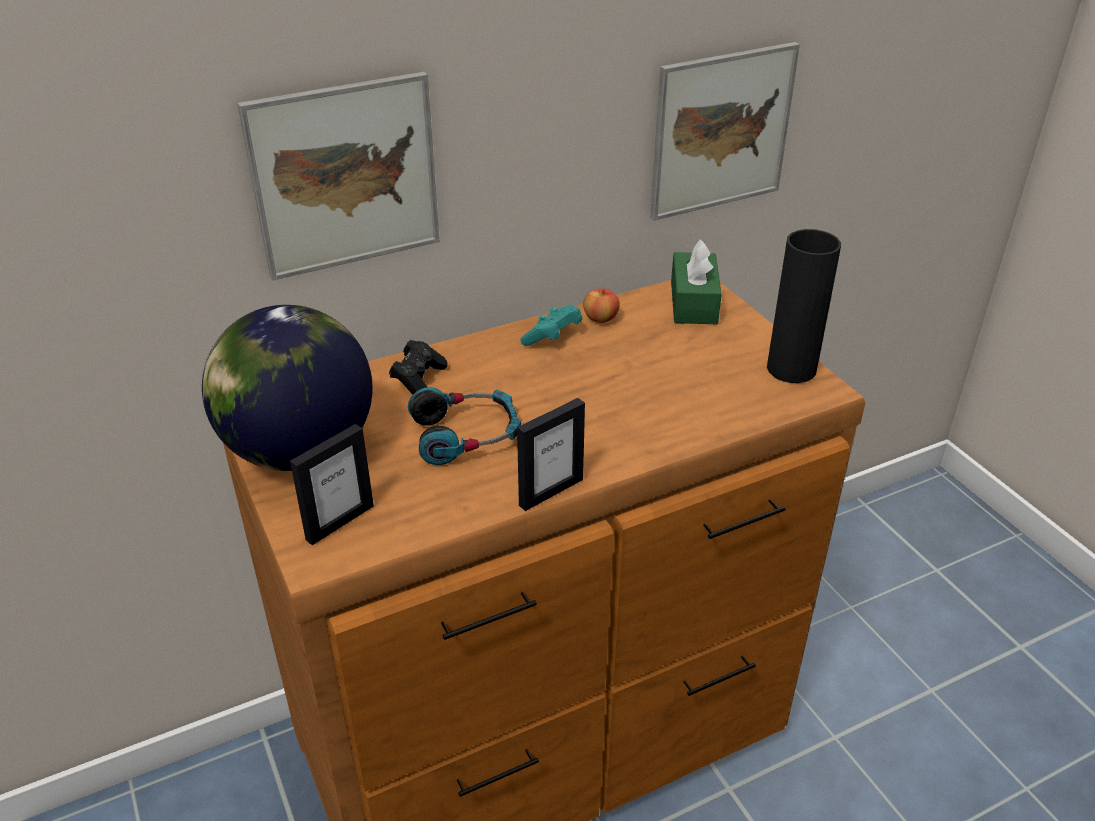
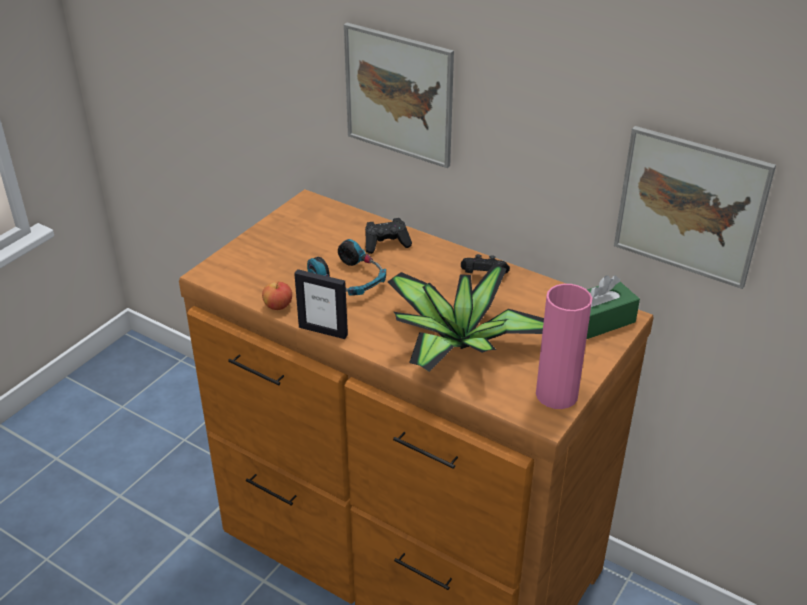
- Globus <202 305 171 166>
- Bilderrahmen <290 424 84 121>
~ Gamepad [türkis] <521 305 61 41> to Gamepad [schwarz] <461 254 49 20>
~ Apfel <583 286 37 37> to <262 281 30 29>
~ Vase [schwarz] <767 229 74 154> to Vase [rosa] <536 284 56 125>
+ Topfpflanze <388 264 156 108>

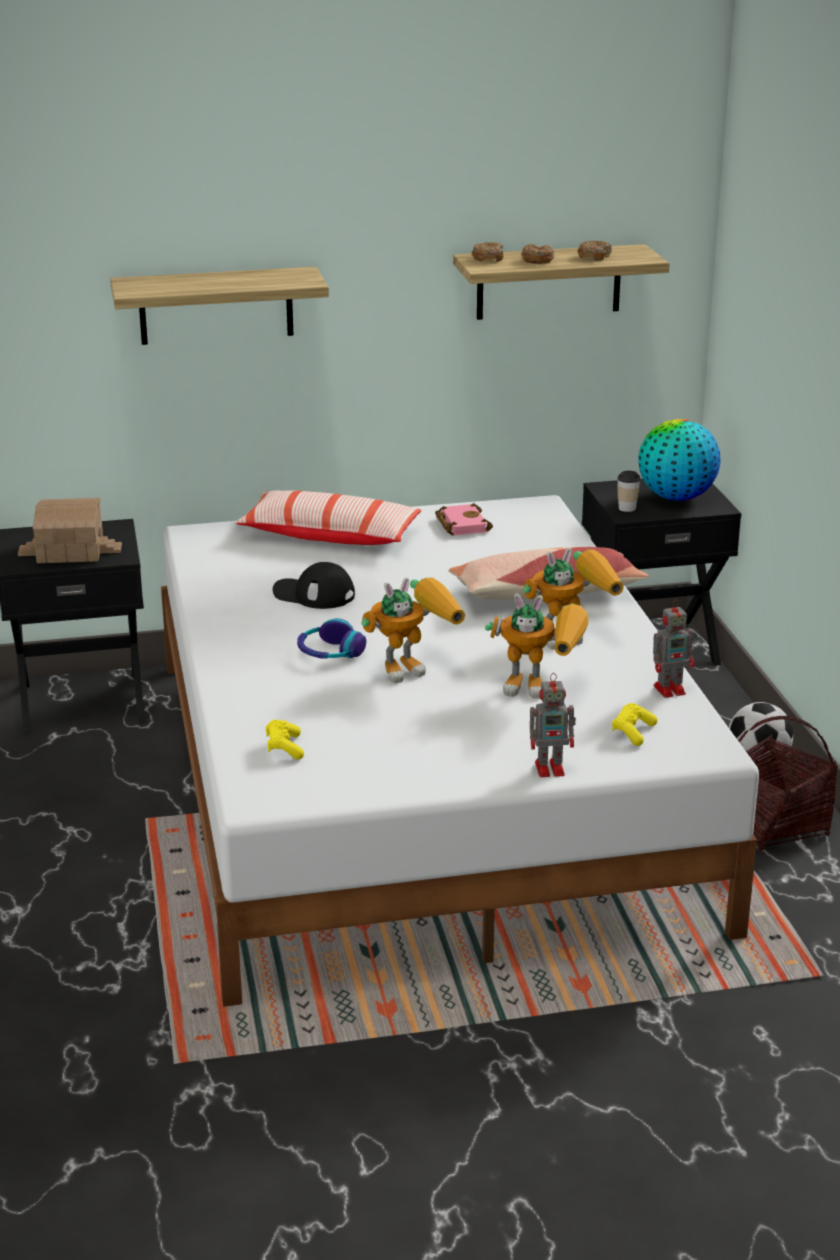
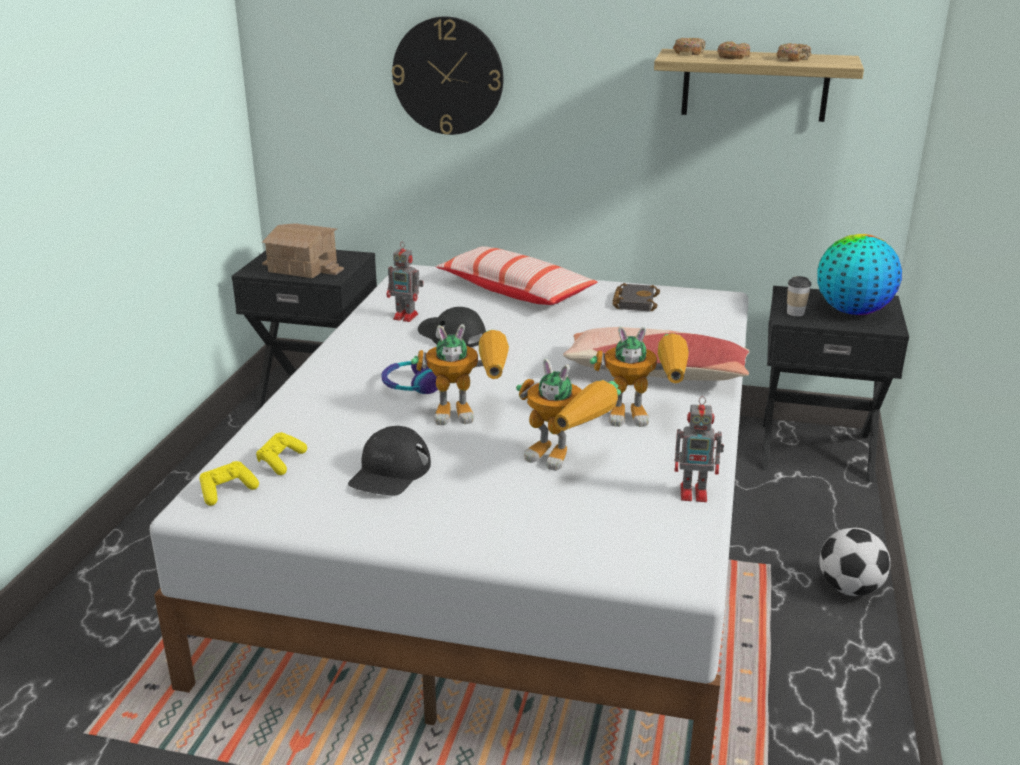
~ Wandregal <110 267 219 78> to Wanduhr <392 16 112 119>
~ Buch [rosa] <435 503 58 32> to Buch [schwarz] <612 283 48 29>
~ Spielzeugroboter <530 673 46 104> to <387 242 36 80>
~ Gamepad [gelb] <612 703 45 43> to <199 461 60 45>
- Korb <738 716 100 135>
+ Kappe [schwarz] <348 426 83 70>

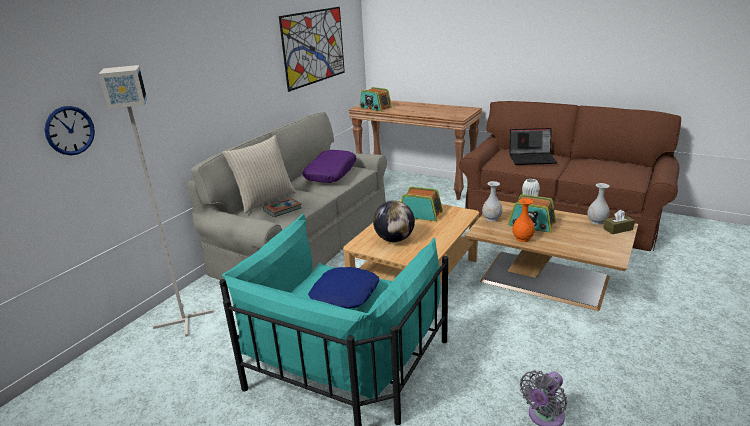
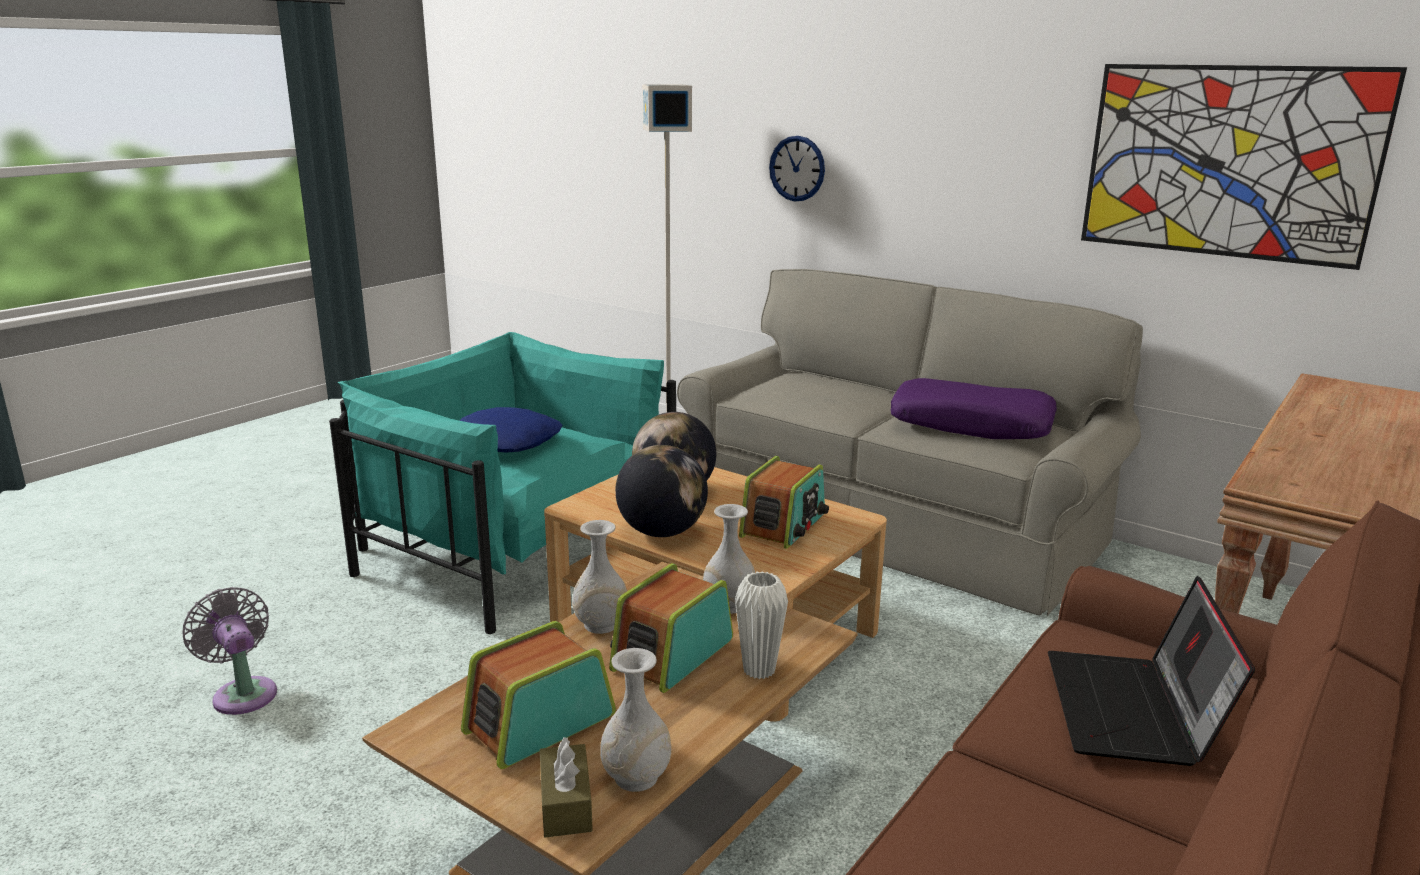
~ Wanduhr <44 106 51 49> to <769 136 56 65>
- Kissen [beige] <223 135 73 78>
- Buch <263 198 39 19>
~ Radio <360 87 32 24> to <461 621 155 148>
~ Vase [orange] <512 199 23 43> to Vase [weiß] <572 520 55 114>
+ Globus <615 445 93 92>

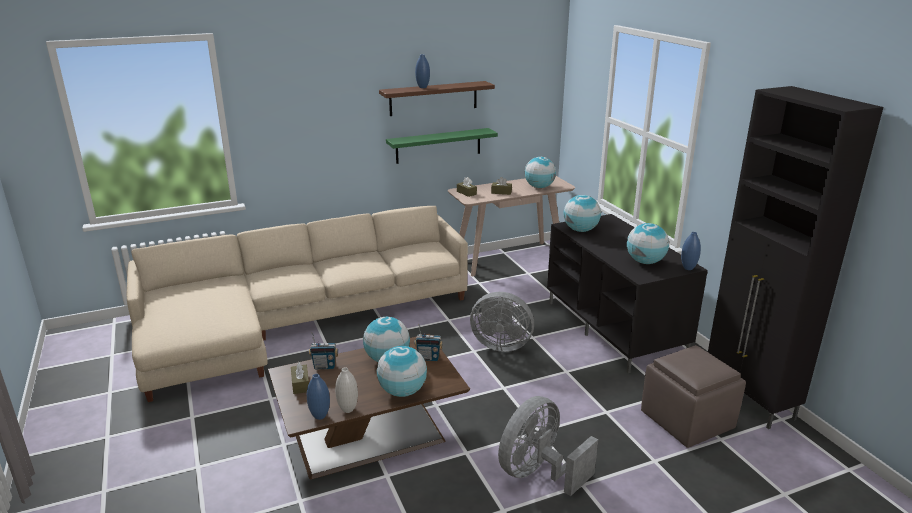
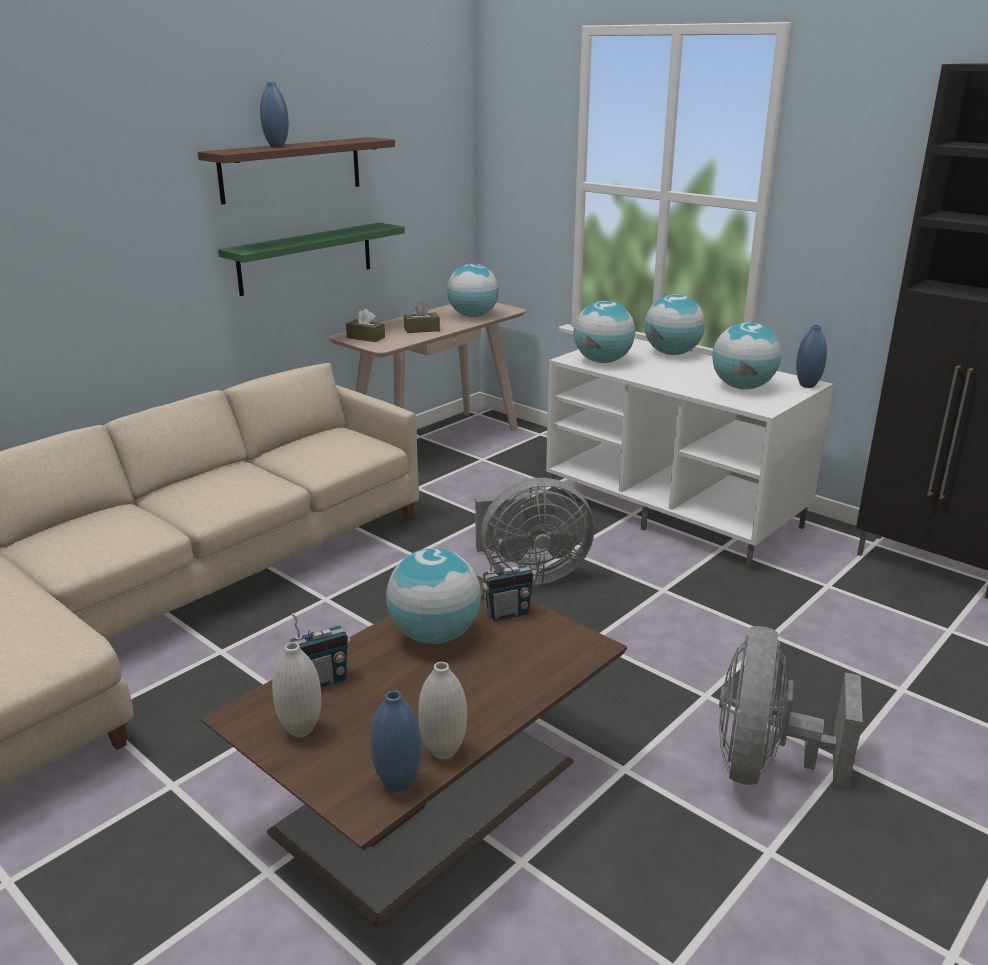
~ Taschentuchbox [braun] <291 362 18 32> to Vase [weiß] <272 642 49 95>
~ Globus <377 346 50 51> to <644 294 61 61>
~ Fernsehschrank [schwarz] <547 214 161 159> to Fernsehschrank [weiß] <546 338 287 232>
- Polsterhocker [braun] <641 345 105 103>

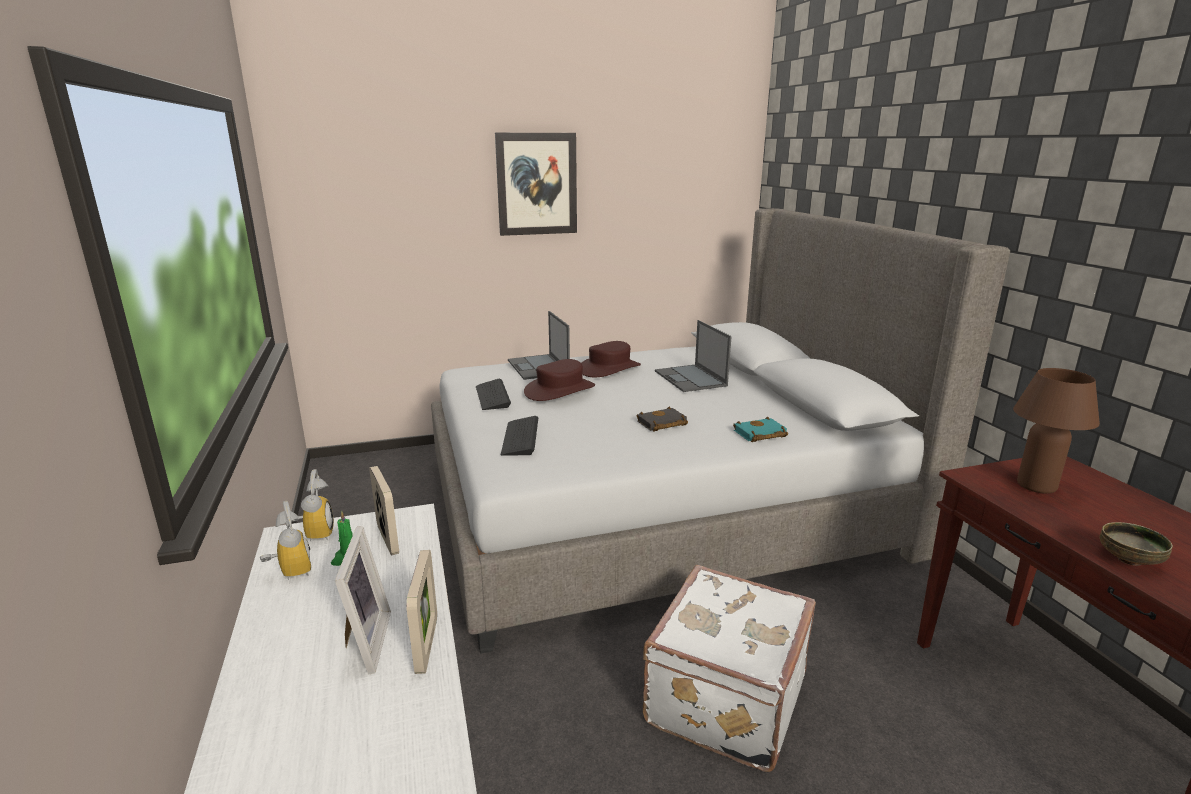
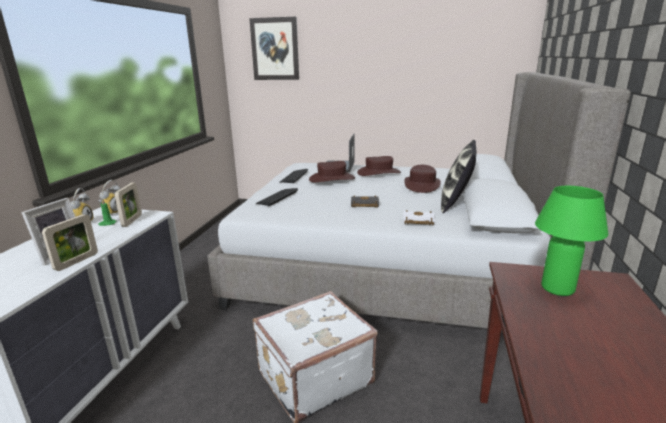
~ Bild <495 133 82 103> to <249 17 50 63>
~ Laptop <655 320 77 72> to Hut [braun] <404 165 37 28>
~ Buch [türkis] <733 417 55 25> to Buch [weiß] <403 210 32 16>
~ Tischlampe [braun] <1013 368 87 126> to Tischlampe [grün] <535 186 73 110>
- Schüssel <1100 522 73 44>
+ Kissen <441 140 35 73>

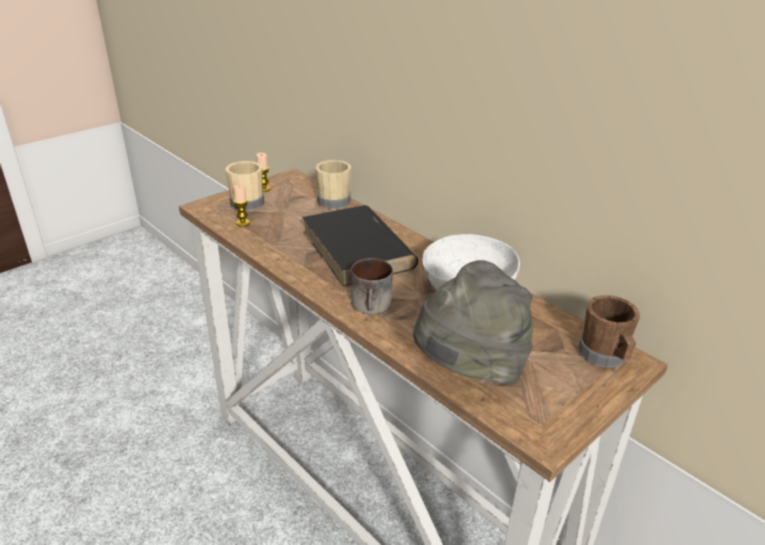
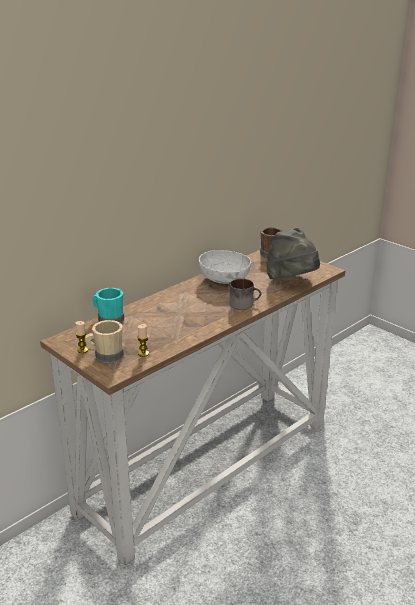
- Buch [schwarz] <302 205 116 82>
~ Henkelbecher [beige] <315 160 36 49> to Henkelbecher [türkis] <92 288 32 35>

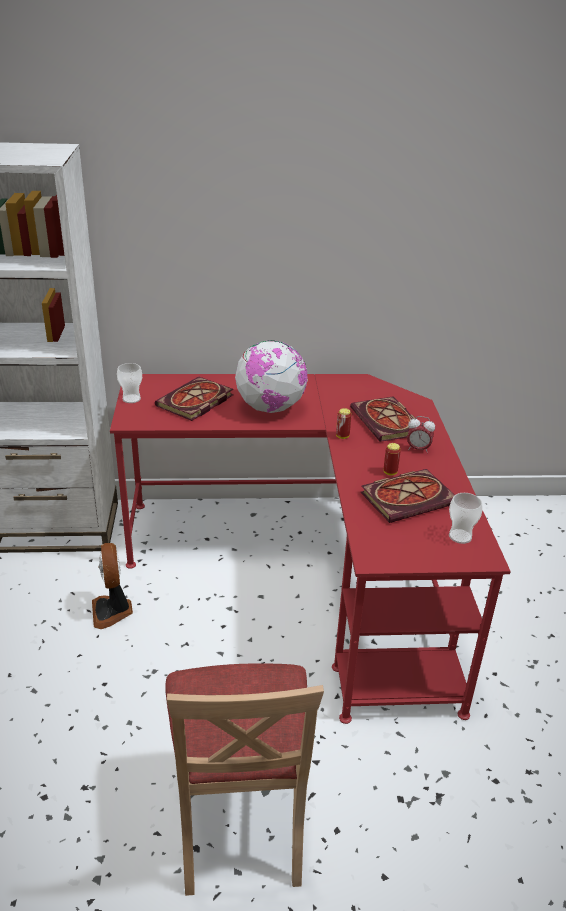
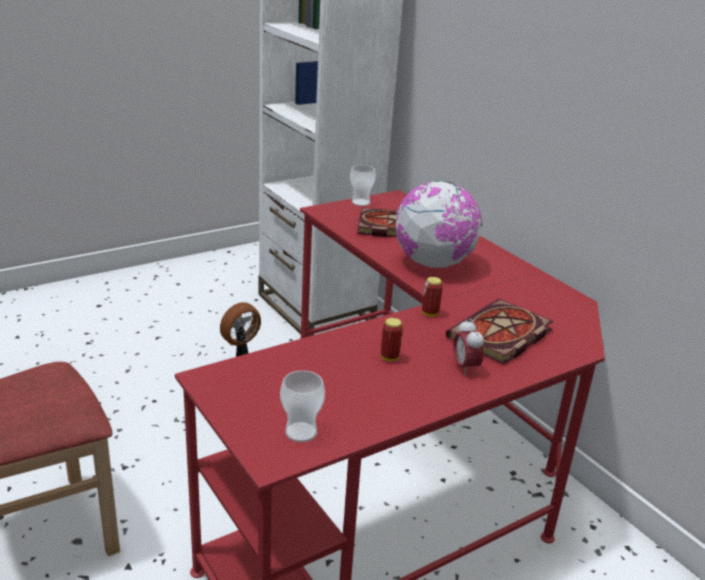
- Buch <361 469 94 54>

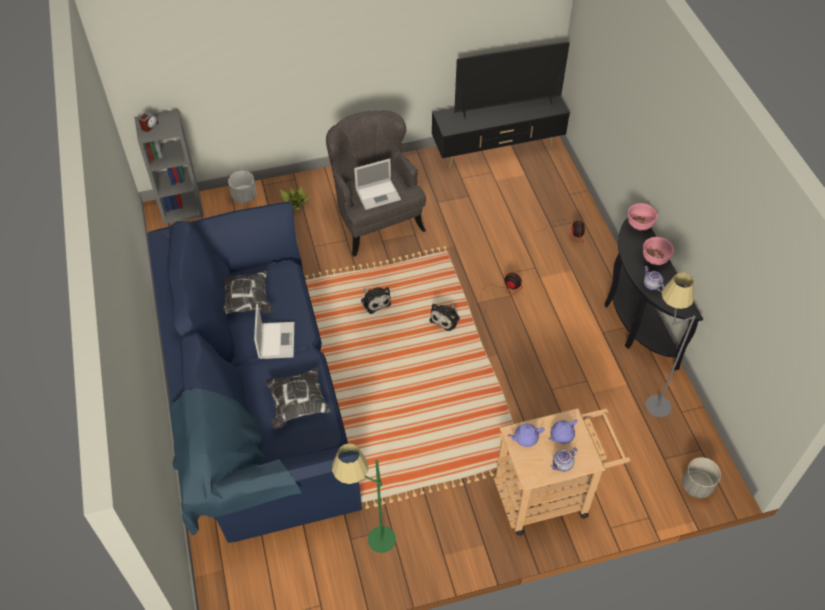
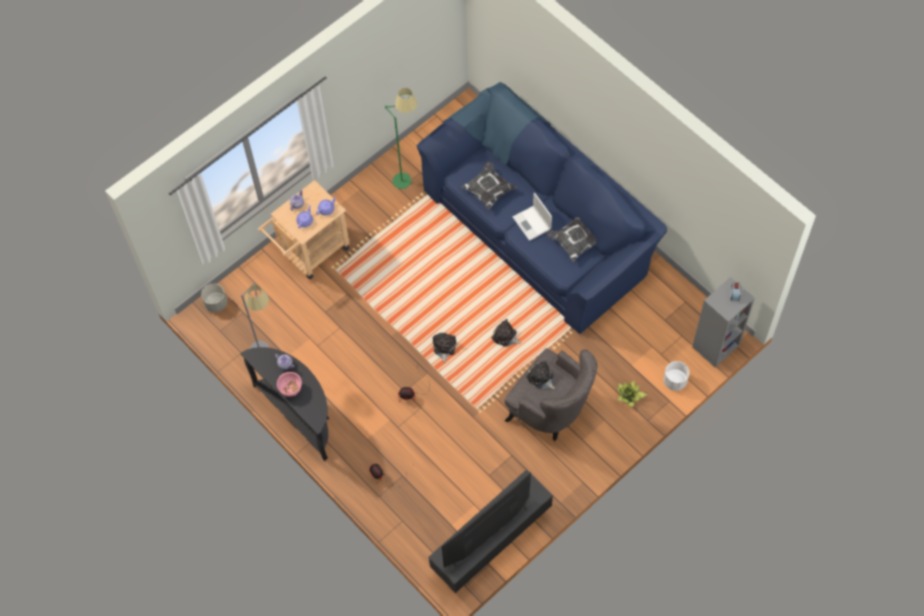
~ Laptop <354 158 47 52> to Plüschtier <526 360 29 29>
- Schüssel [rosa] <628 203 30 27>

